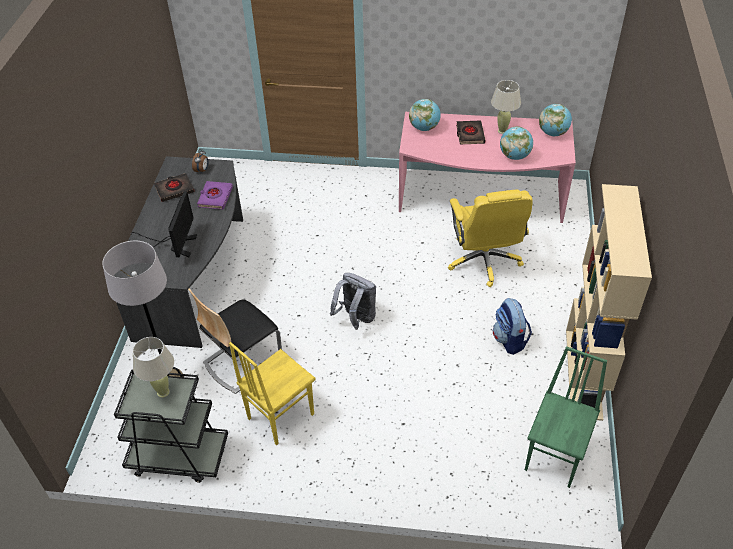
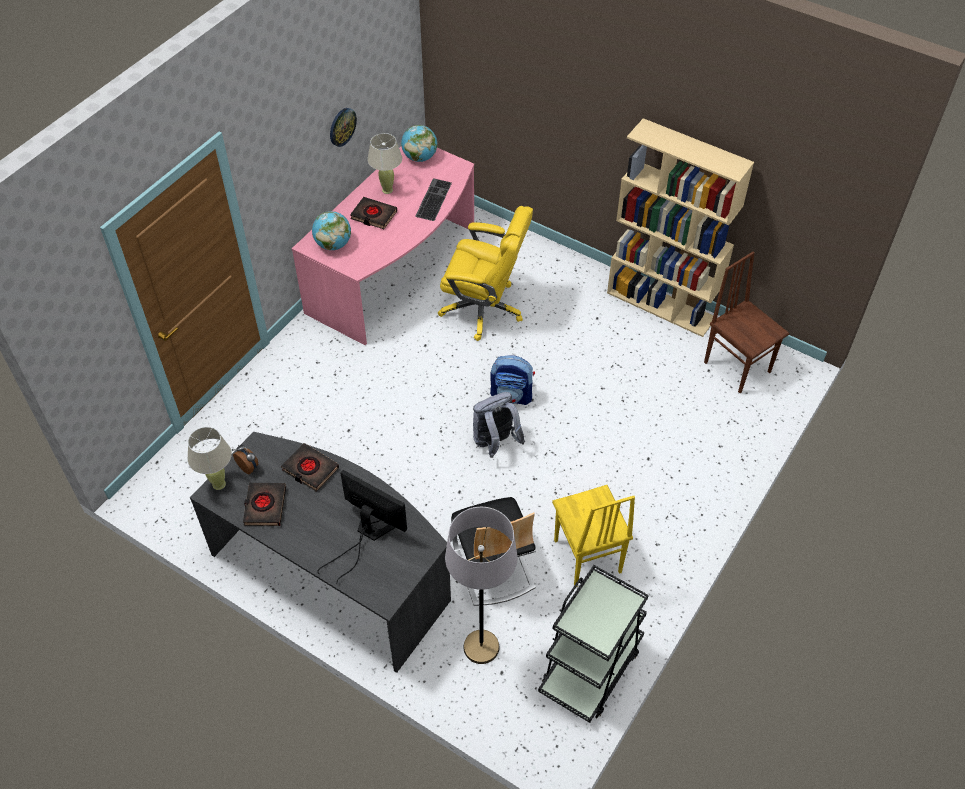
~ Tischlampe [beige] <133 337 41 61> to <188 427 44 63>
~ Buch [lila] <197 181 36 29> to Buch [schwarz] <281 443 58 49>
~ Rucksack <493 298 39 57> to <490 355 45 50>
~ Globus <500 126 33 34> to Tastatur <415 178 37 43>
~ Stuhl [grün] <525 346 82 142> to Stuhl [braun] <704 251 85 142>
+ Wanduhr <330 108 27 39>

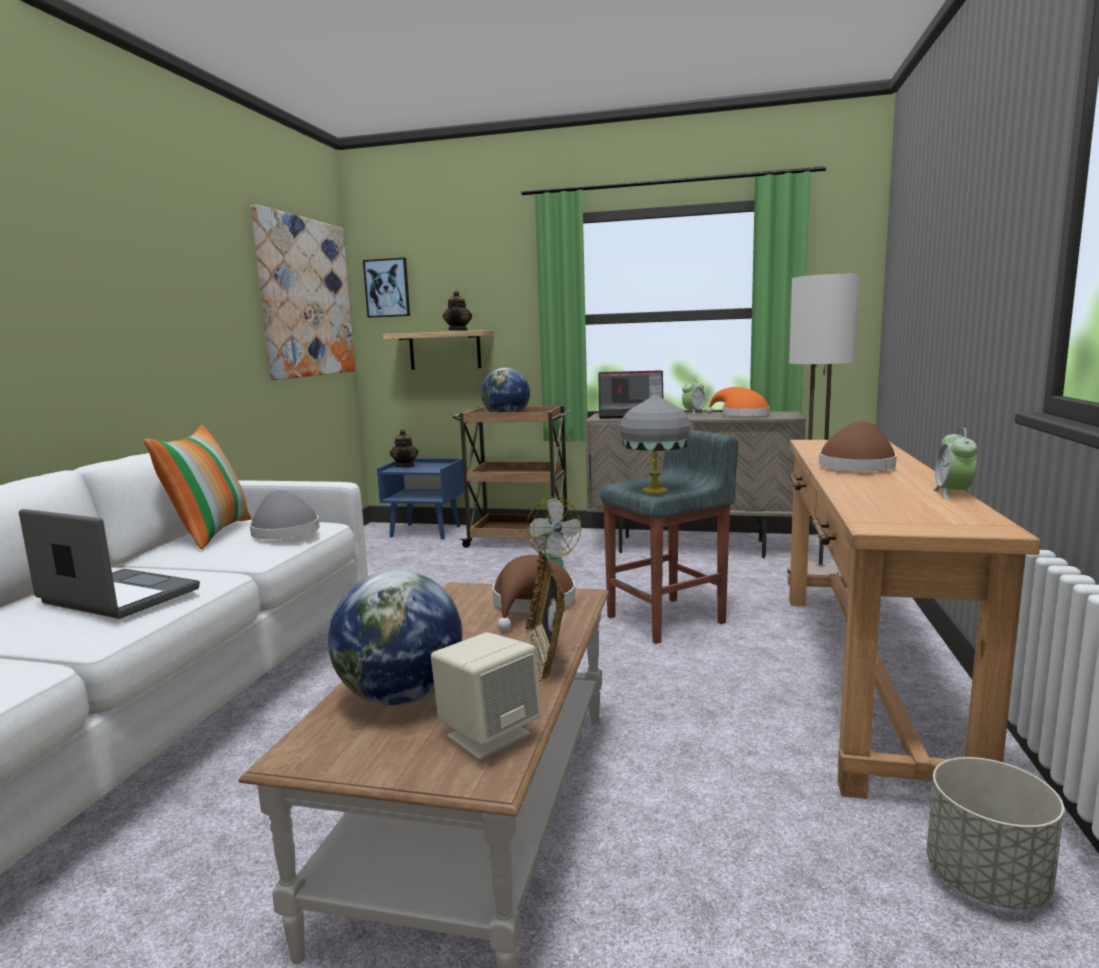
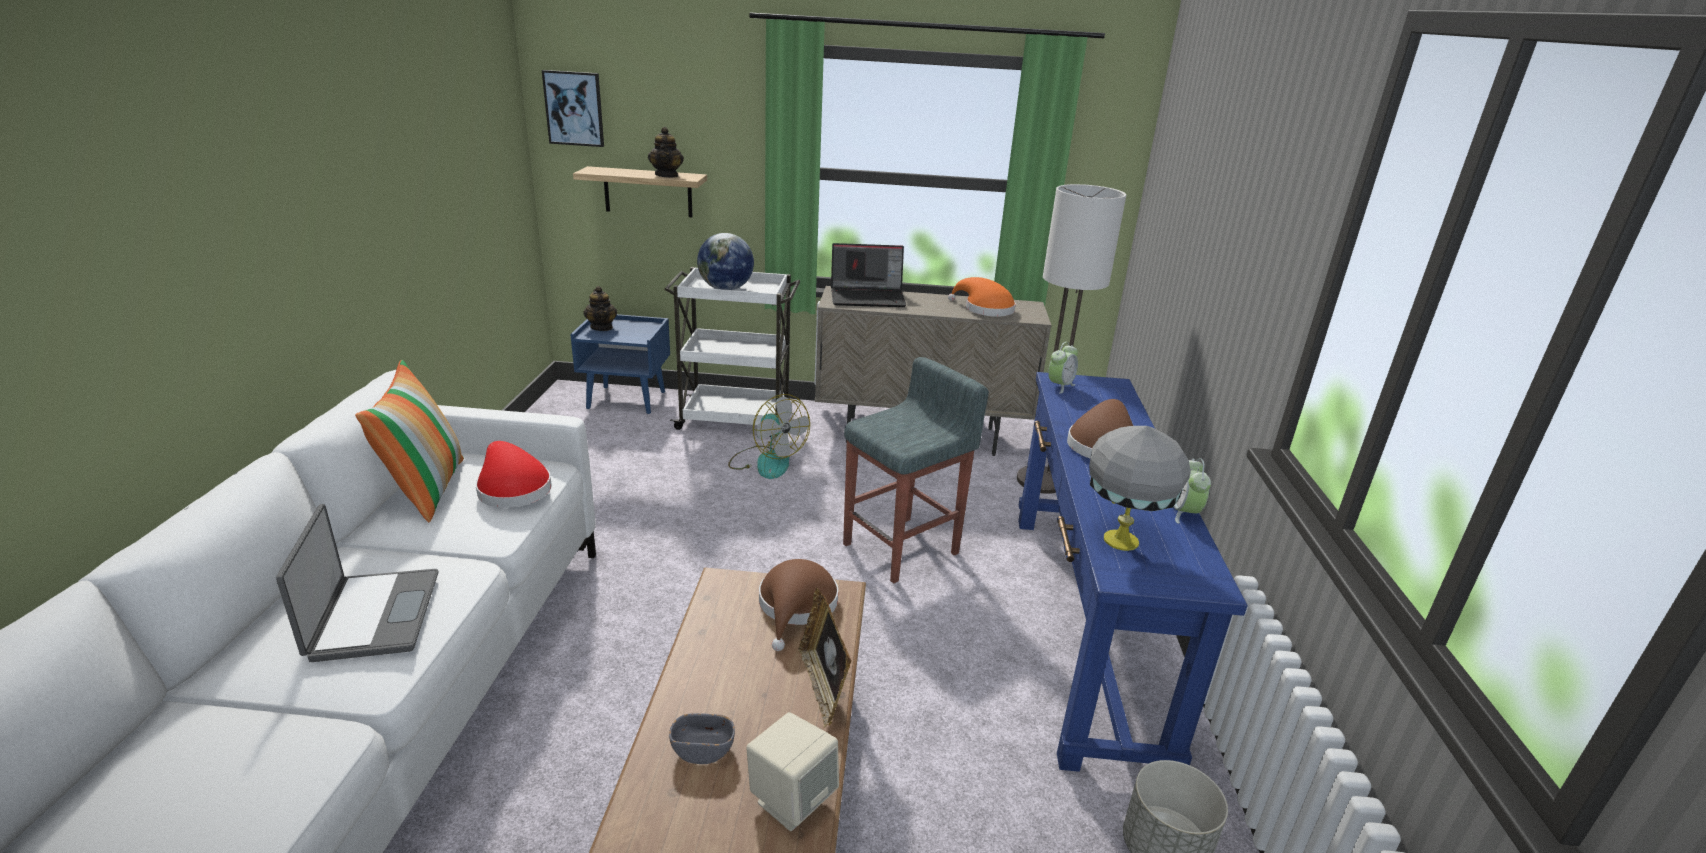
~ Laptop <19 509 181 110> = <276 504 163 158> 60 degrees clockwise
~ Hut [grau] <250 490 70 50> to Hut [rot] <476 441 76 67>
- Bild <251 205 104 175>
~ Globus <328 570 134 136> to Schüssel [grau] <669 713 66 51>
~ Rollwagen [braun] <453 406 120 142> to Rollwagen [weiß] <664 267 136 170>
~ Tischlampe [grau] <620 395 70 99> to <1089 426 102 125>
~ Wecker <682 379 23 35> to <1048 342 30 52>
~ Konsolentisch [braun] <788 440 253 359> to Konsolentisch [blau] <1018 372 230 400>

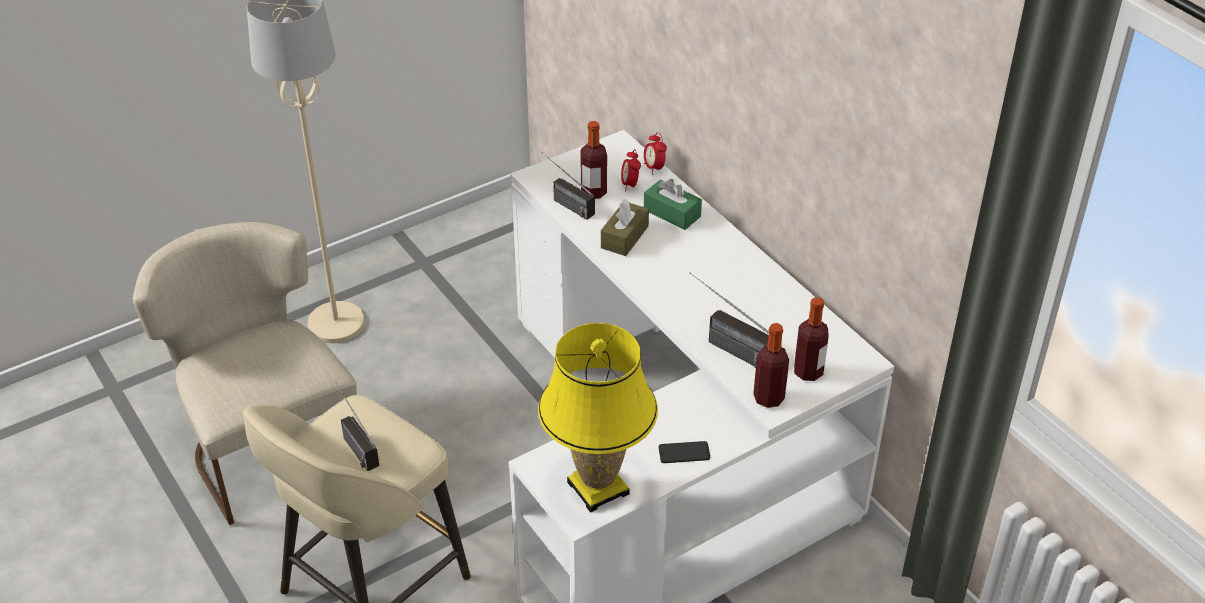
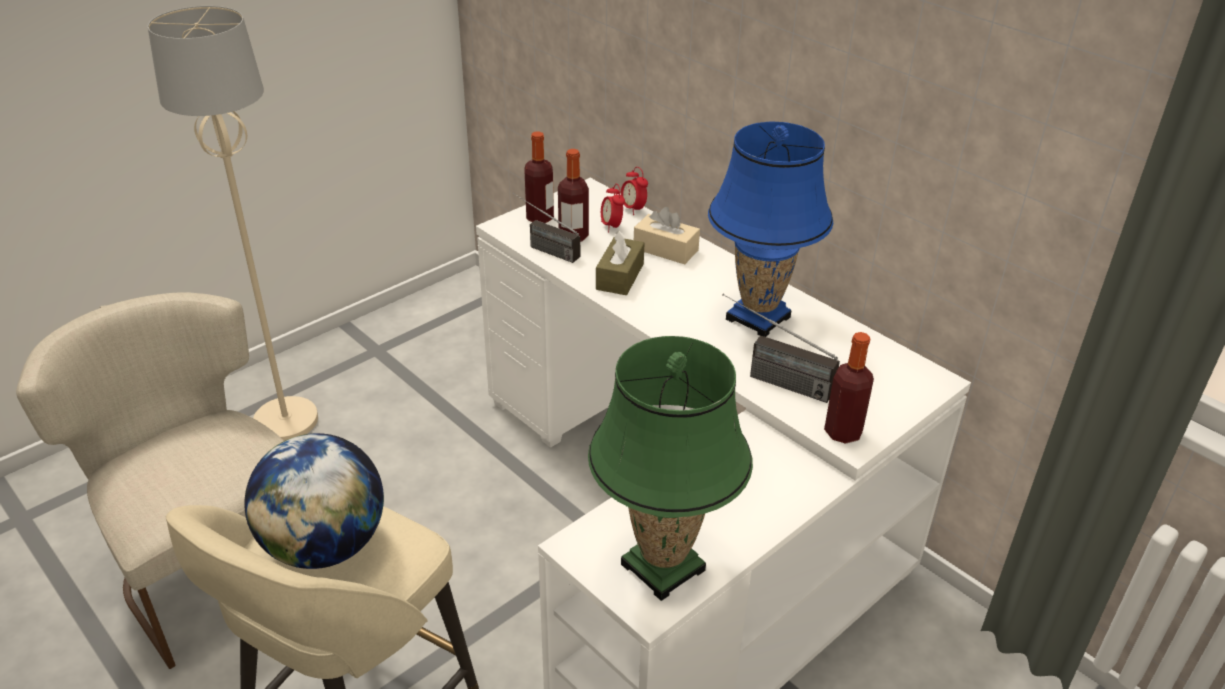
~ Radio <335 383 44 88> to Globus <245 433 139 136>
~ Tischlampe [gelb] <538 323 120 189> to Tischlampe [grün] <588 336 165 265>
~ Taschentuchbox [grün] <644 179 58 51> to Taschentuchbox [beige] <634 207 66 57>
- Handy <659 441 51 22>
~ Flasche <794 297 35 84> to <524 132 30 91>
+ Tischlampe [blau] <708 122 125 215>

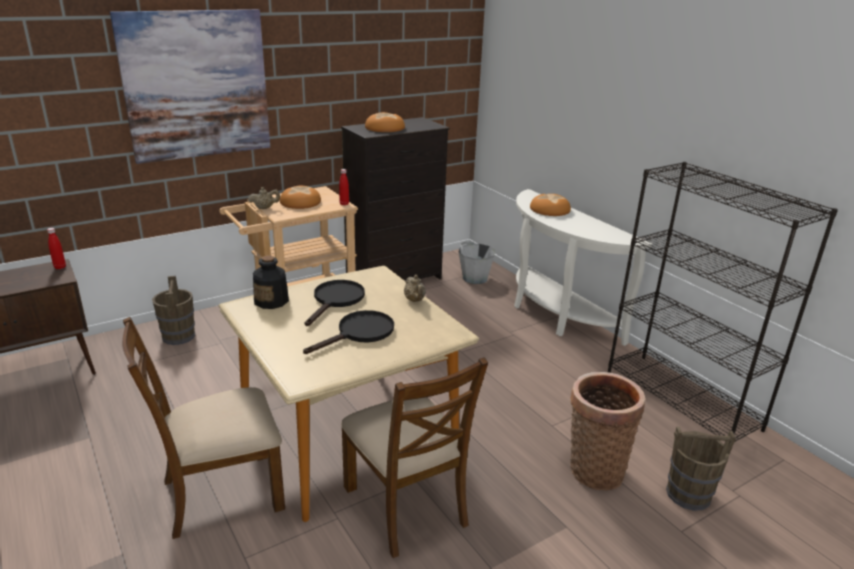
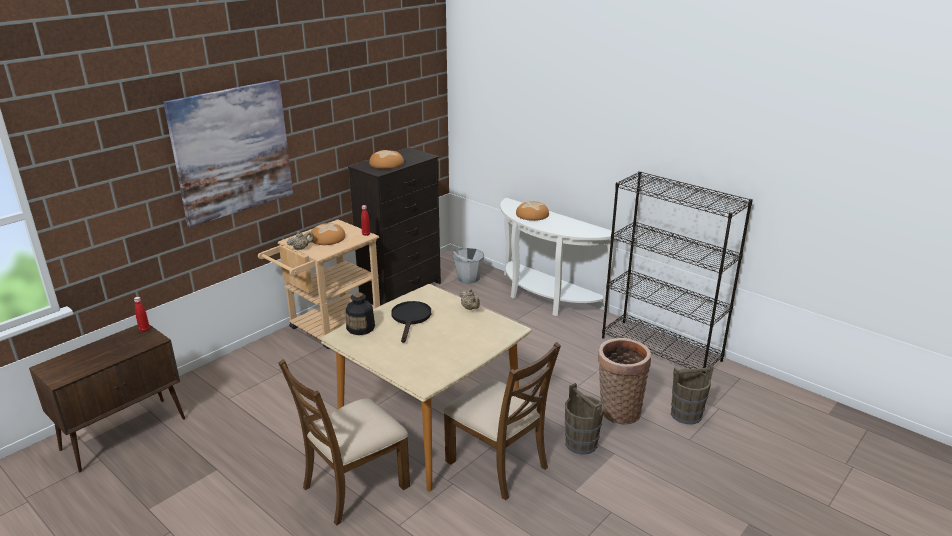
~ Eimer [braun] <152 276 43 69> to <565 383 39 71>
- Pfanne [schwarz] <303 310 91 44>

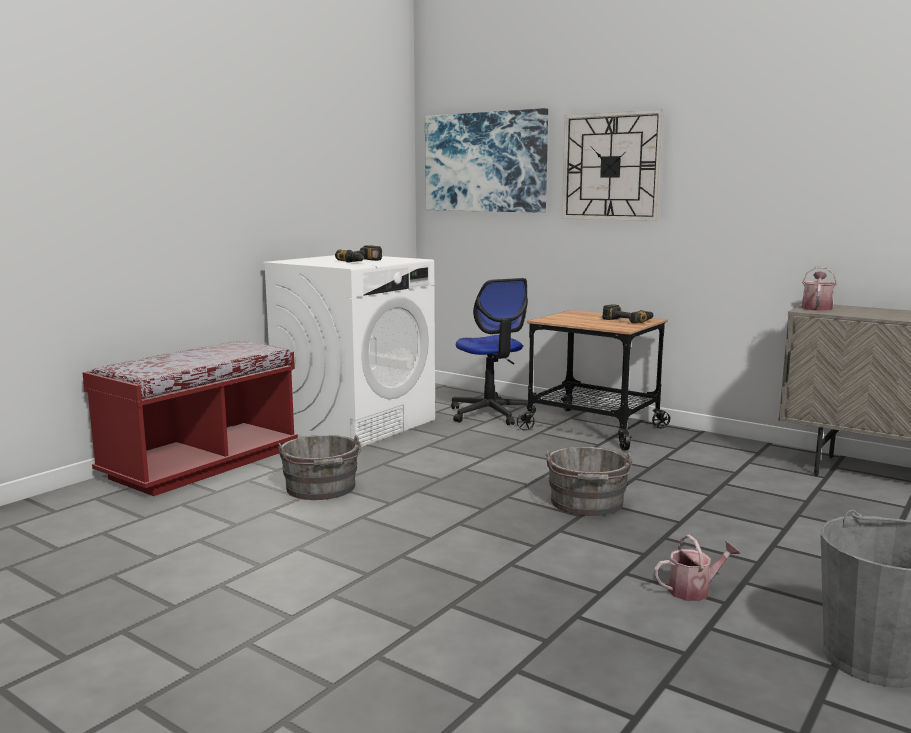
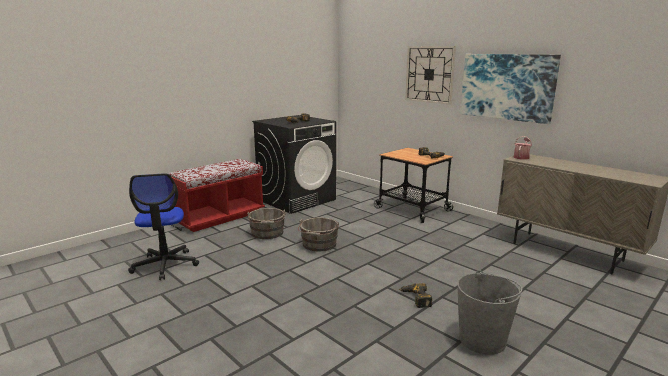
~ Waschmaschine [weiß] <262 255 173 192> to Waschmaschine [schwarz] <252 115 84 99>
~ Bild <425 108 123 105> to <460 54 101 70>
~ Bürostuhl <451 278 85 147> to <128 173 71 107>
~ Eimer [grau] <545 447 87 69> to <298 217 41 34>
~ Gießkanne <654 535 86 66> to Bohrmaschine <399 283 33 25>

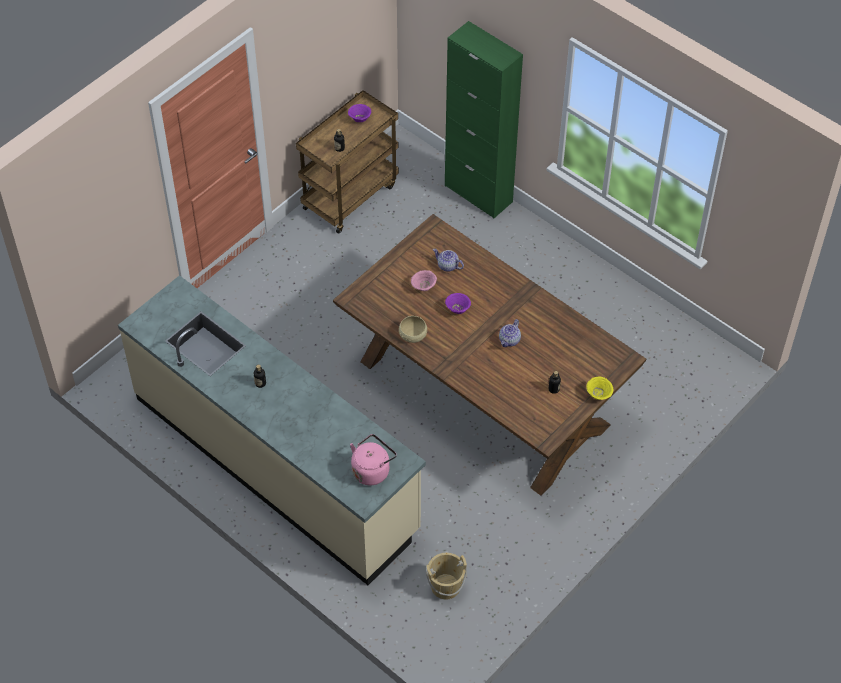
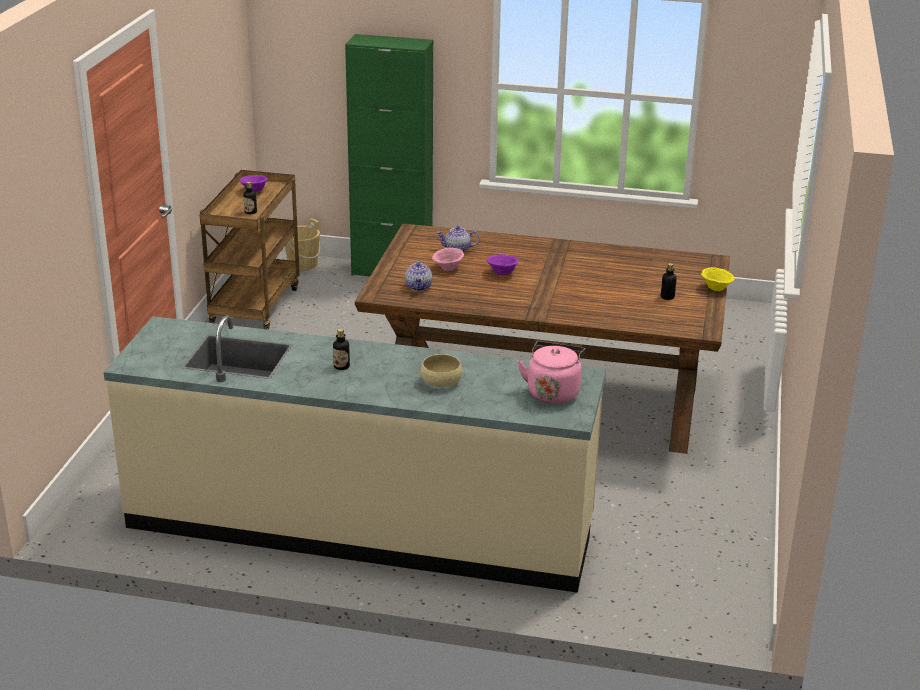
~ Schüssel [beige] <399 316 28 27> to <420 354 43 34>
~ Eimer [beige] <426 553 41 46> to <285 218 35 53>
~ Teekanne <499 319 22 28> to <405 260 27 31>

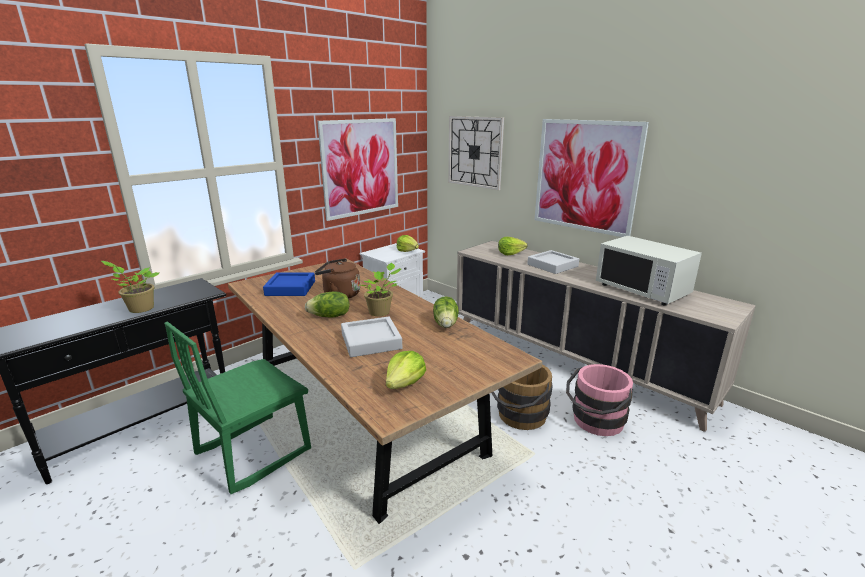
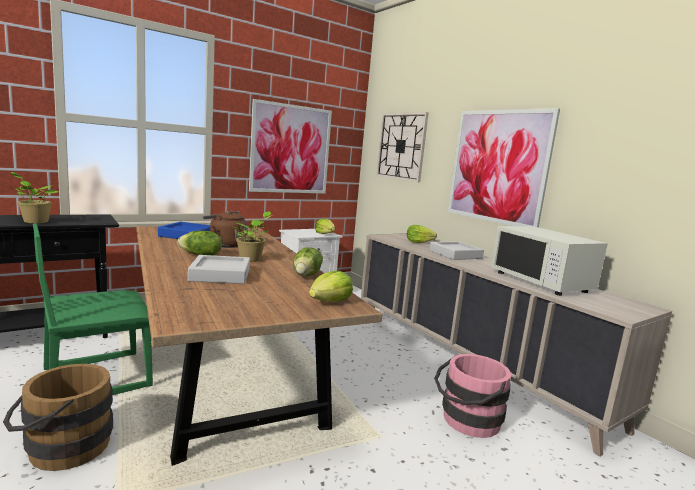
~ Salatkopf <386 351 40 38> to <309 271 44 31>
~ Eimer [braun] <491 364 61 66> to <3 364 110 107>

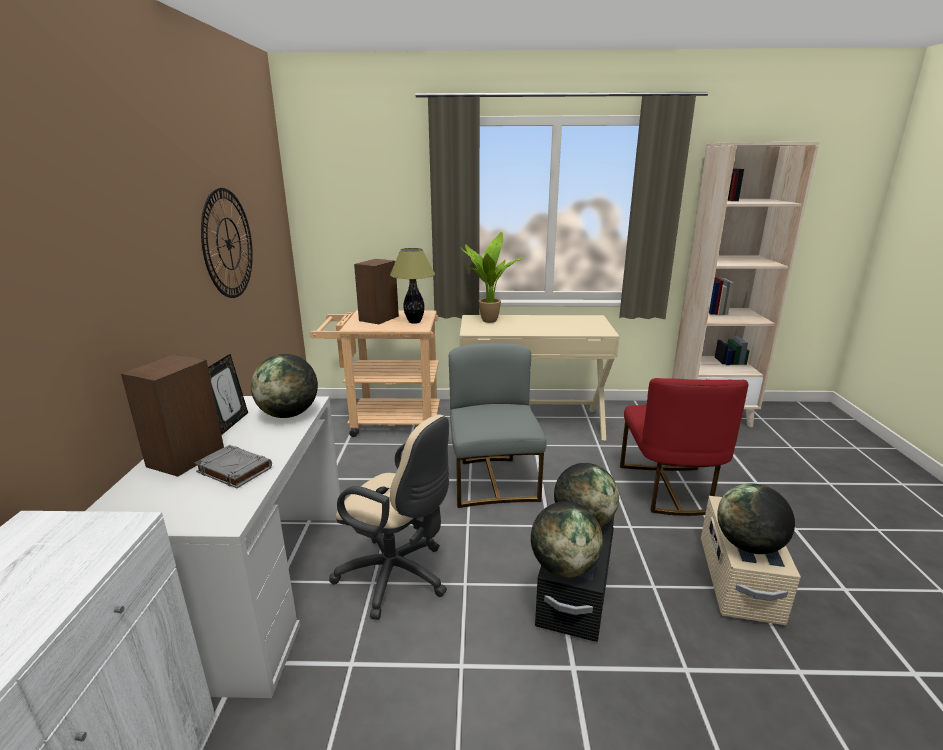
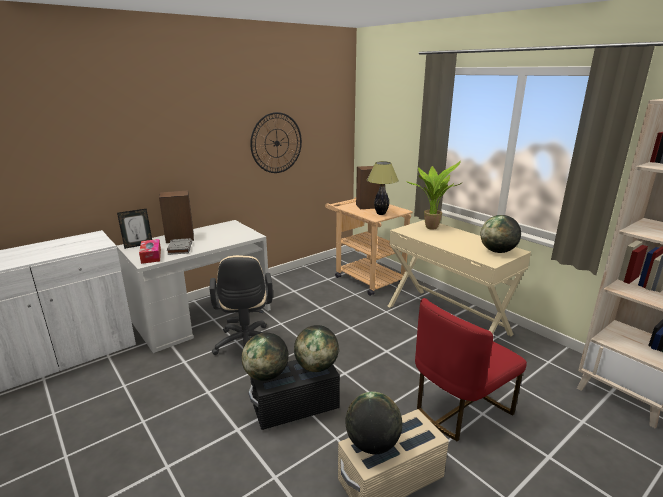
~ Bilderrahmen <208 354 40 80> to <117 209 35 40>
~ Globus <251 354 67 64> to <480 215 41 38>
- Stuhl [grau] <449 343 98 165>
+ Taschentuchbox <139 239 22 25>

